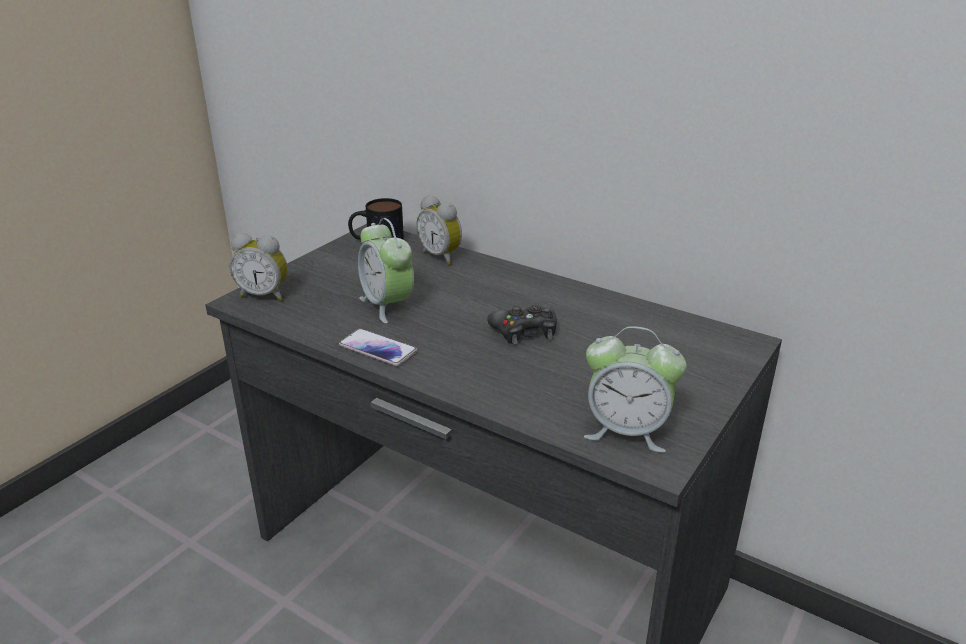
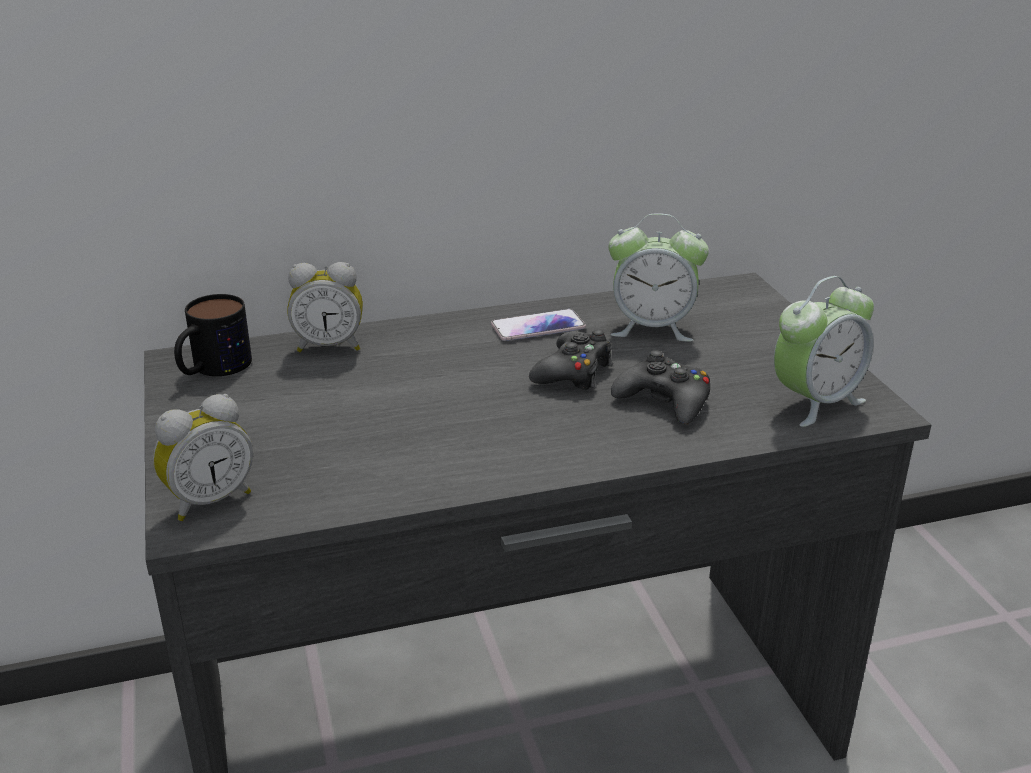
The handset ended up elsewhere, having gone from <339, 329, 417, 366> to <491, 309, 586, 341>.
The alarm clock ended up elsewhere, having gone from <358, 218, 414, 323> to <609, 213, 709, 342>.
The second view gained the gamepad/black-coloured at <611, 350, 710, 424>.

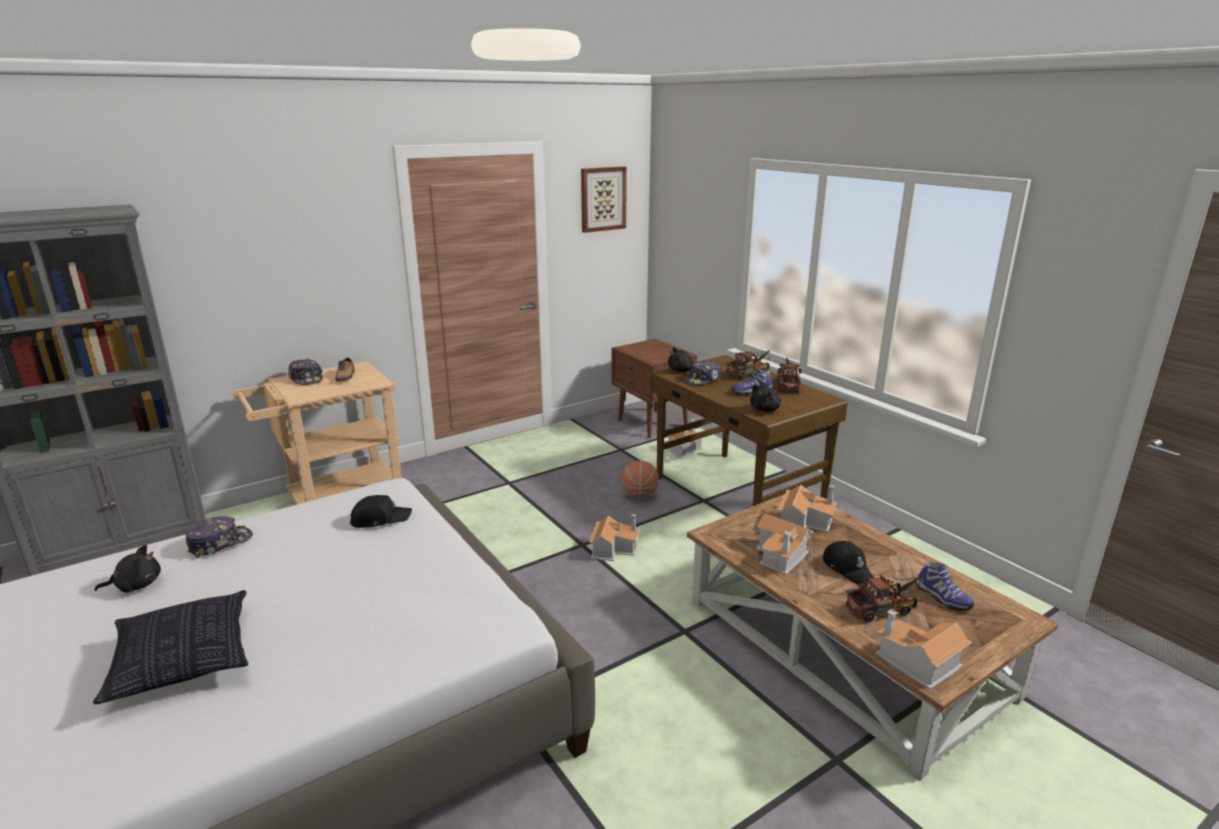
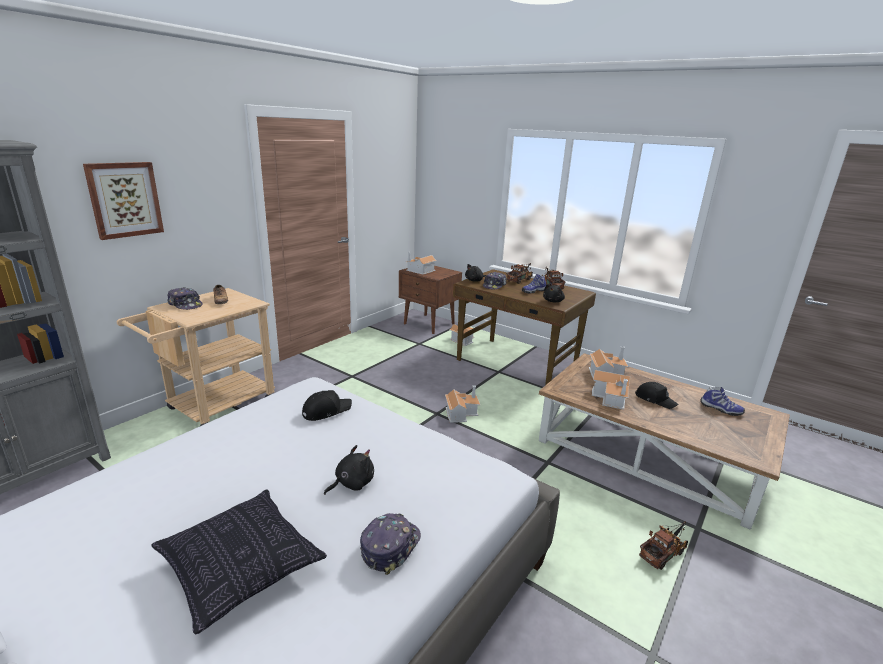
The wall art ended up elsewhere, having gone from <581, 166, 627, 233> to <83, 162, 164, 240>.
The soft toy/black-coloured ended up elsewhere, having gone from <95, 545, 161, 593> to <324, 445, 374, 495>.
The cap ended up elsewhere, having gone from <186, 516, 253, 558> to <360, 513, 421, 575>.
The miniature house ended up elsewhere, having gone from <875, 609, 972, 690> to <405, 251, 437, 275>.
The toy lorry ended up elsewhere, having gone from <846, 574, 921, 623> to <639, 521, 688, 570>.
The second view lost the basketball at <622, 461, 659, 498>.

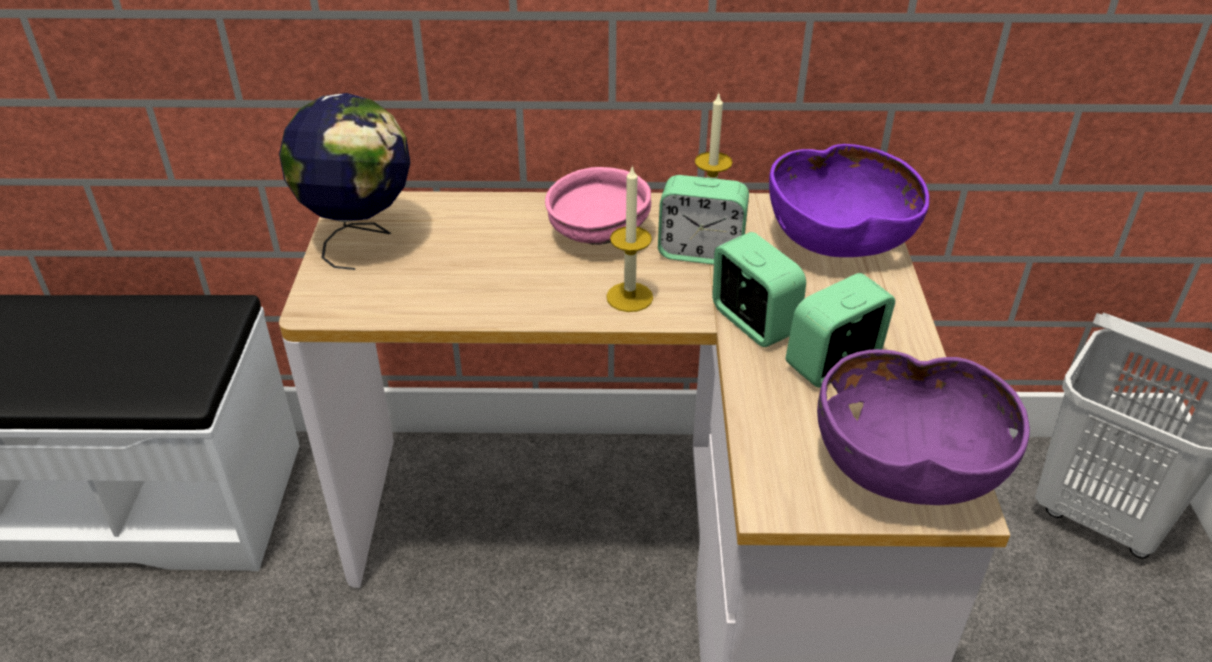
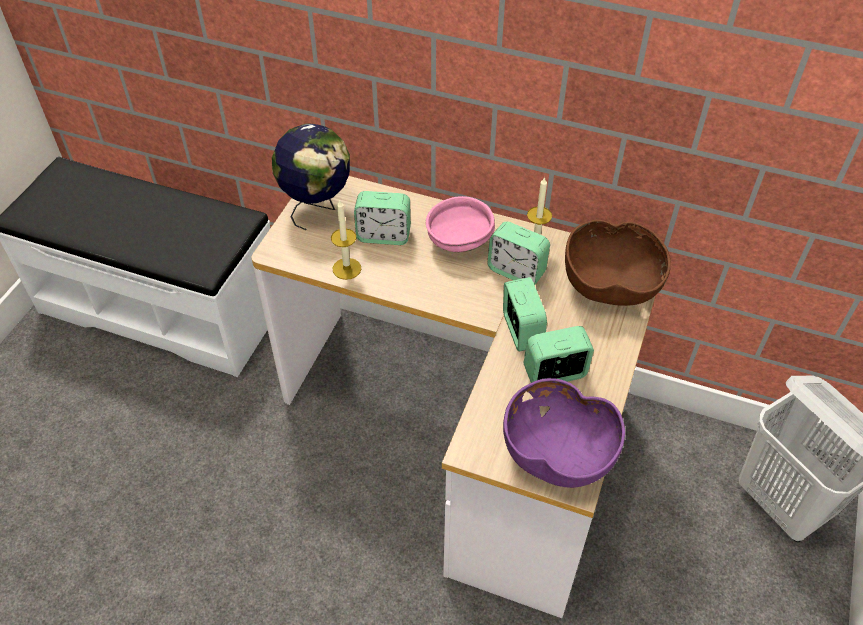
The wax light ended up elsewhere, having gone from <606, 165, 653, 312> to <331, 199, 361, 280>.
The second view gained the alarm clock at <354, 191, 411, 245>.
What was the serving bowl/purple at <769, 144, 929, 257> turned into the serving bowl/brownish at <565, 220, 671, 306>.

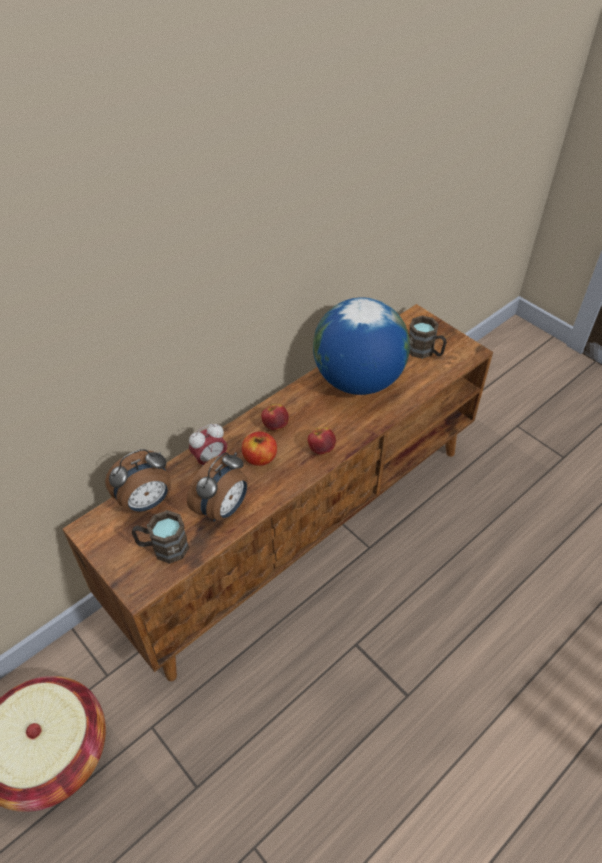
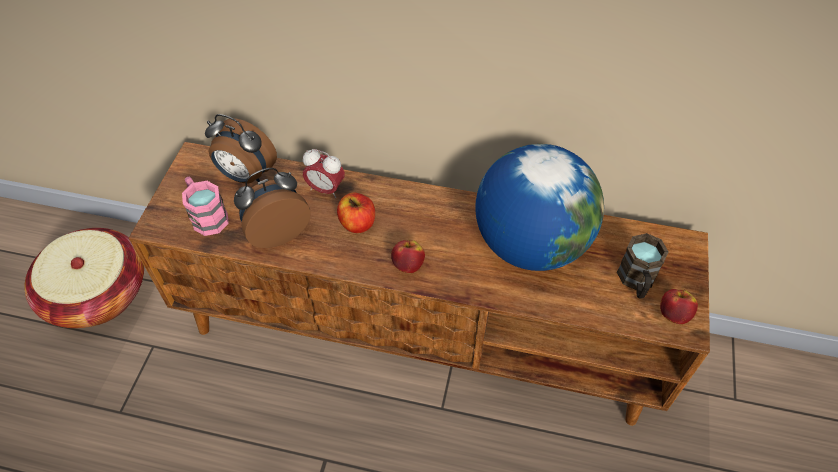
What was the coffee mug/brownish at <132, 510, 189, 564> turned into the coffee mug/pinkish at <182, 177, 229, 236>.
The alarm clock at <187, 452, 248, 522> ended up facing another way, 150 degrees clockwise from before.
The apple ended up elsewhere, having gone from <261, 404, 289, 430> to <660, 289, 698, 324>.

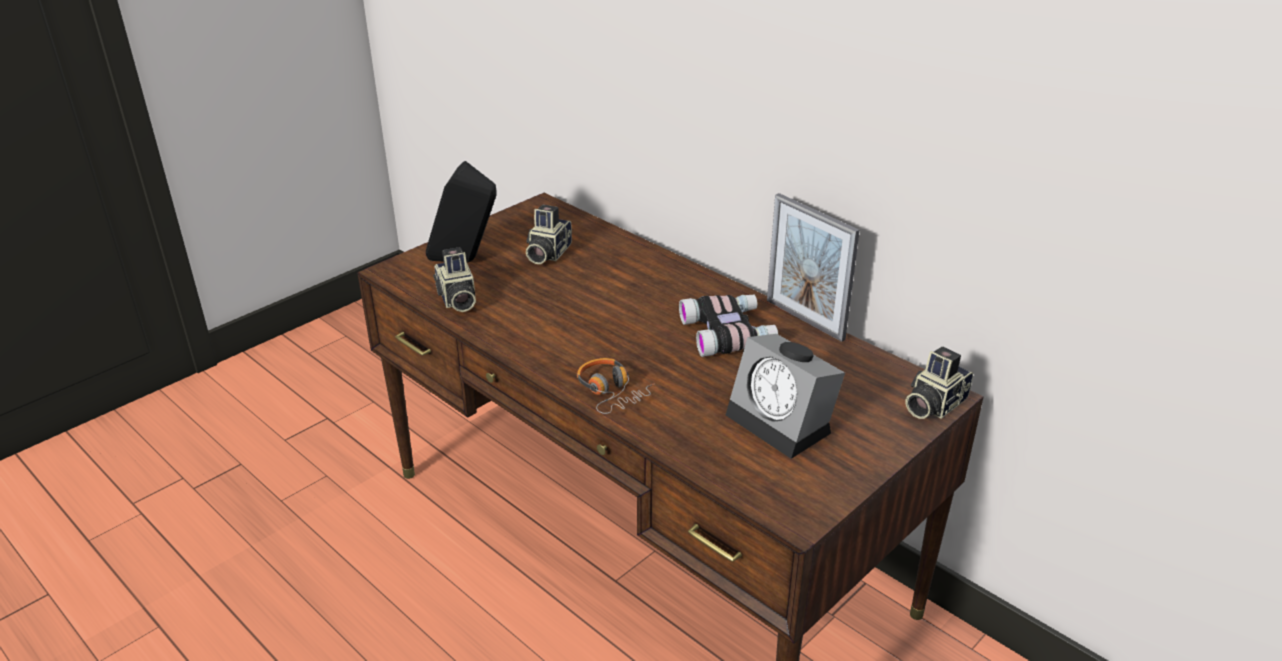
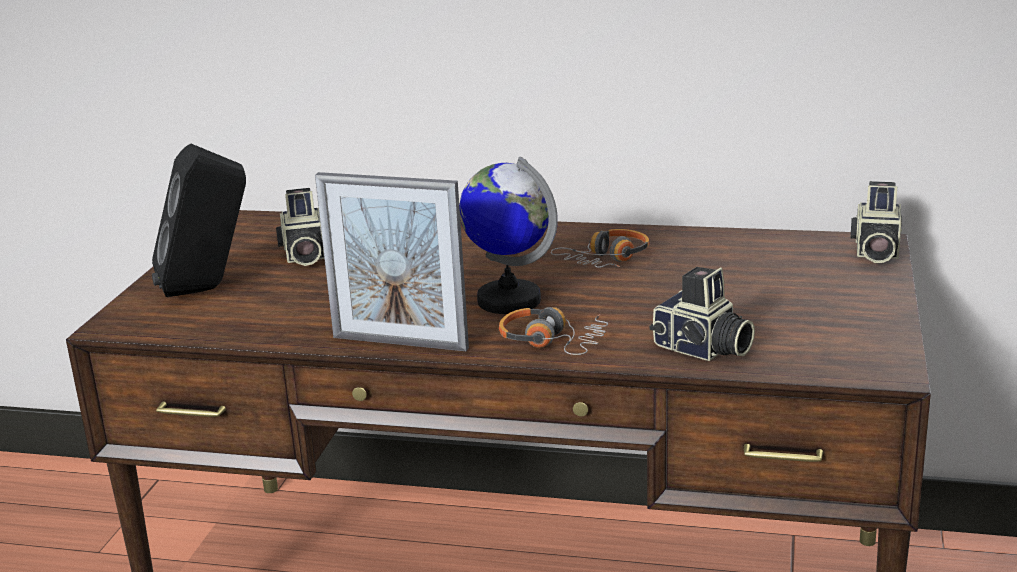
The picture frame ended up elsewhere, having gone from <767, 193, 860, 342> to <315, 172, 469, 351>.
The second view gained the world globe at <459, 157, 558, 314>.
Where the binoculars stood at <679, 295, 778, 357>, the headset came to stand at <551, 229, 650, 268>.
The photo camera ended up elsewhere, having gone from <433, 247, 476, 312> to <649, 267, 755, 361>.
The second view lost the alarm clock at <726, 334, 845, 459>.

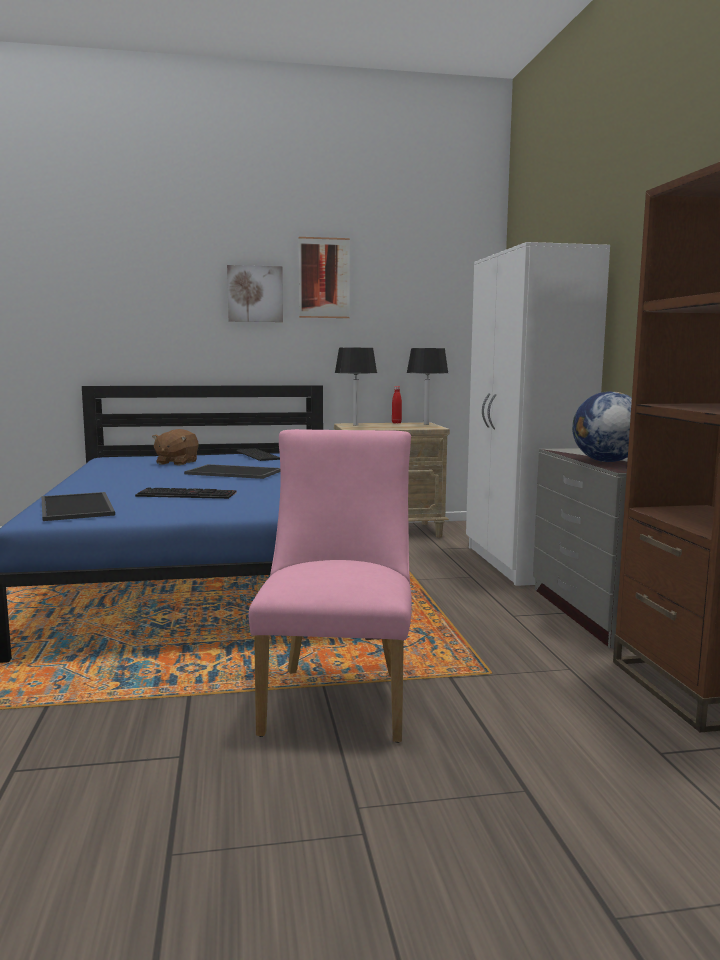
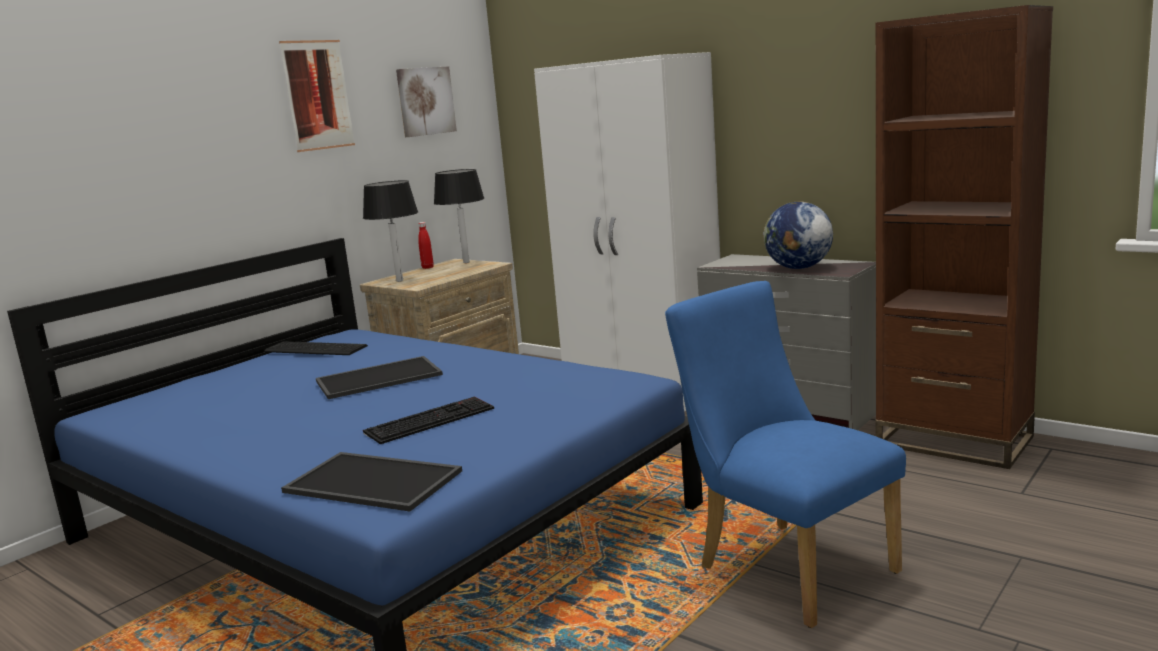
The wall art ended up elsewhere, having gone from <227, 265, 283, 322> to <396, 66, 457, 137>.
What was the chair/pinkish at <248, 429, 412, 743> turned into the chair/bluish at <665, 281, 906, 628>.
The second view lost the soft toy/brownish at <152, 429, 199, 465>.

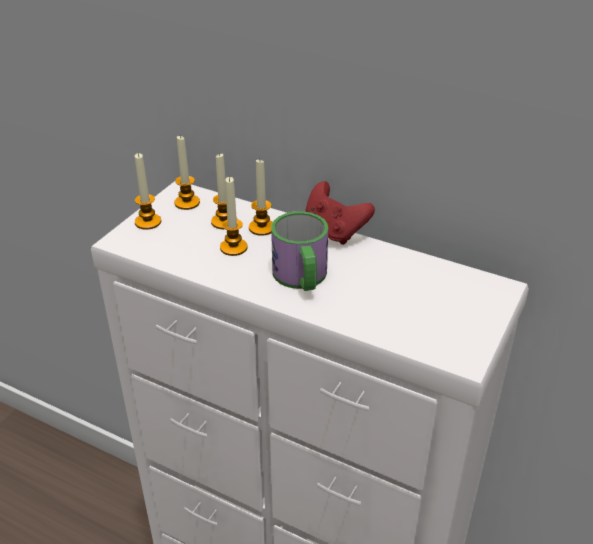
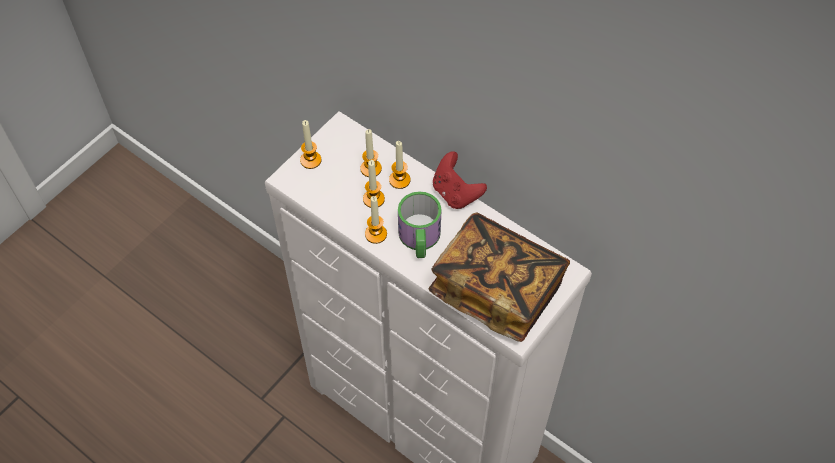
The wax light ended up elsewhere, having gone from <174, 135, 200, 210> to <365, 196, 387, 244>.
The second view gained the volume at <429, 212, 570, 342>.

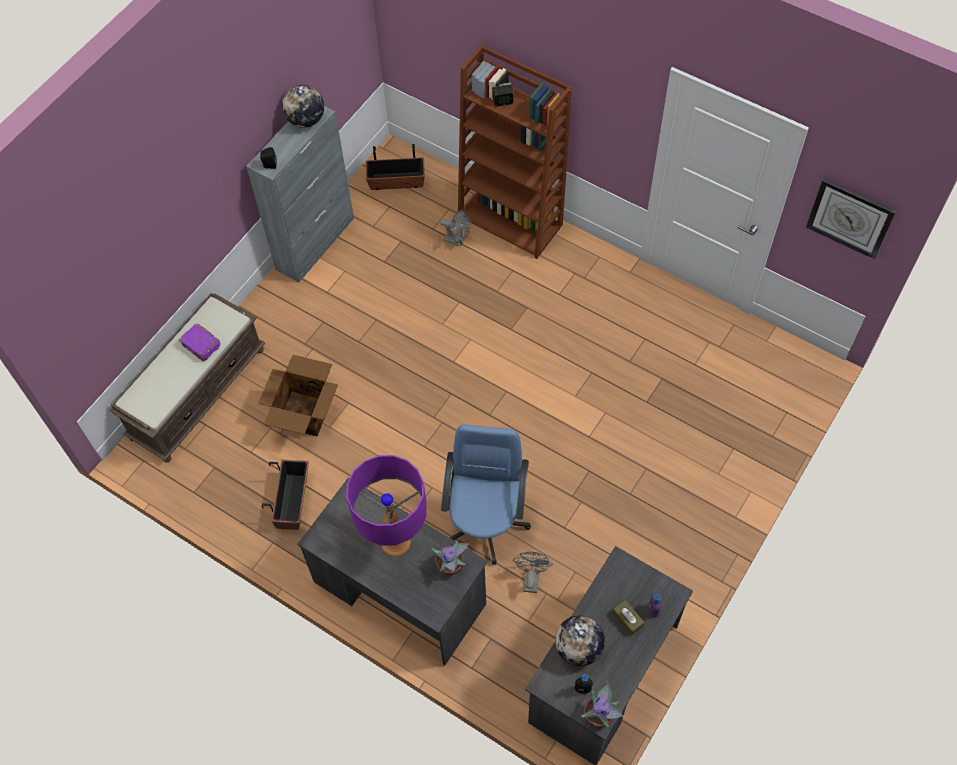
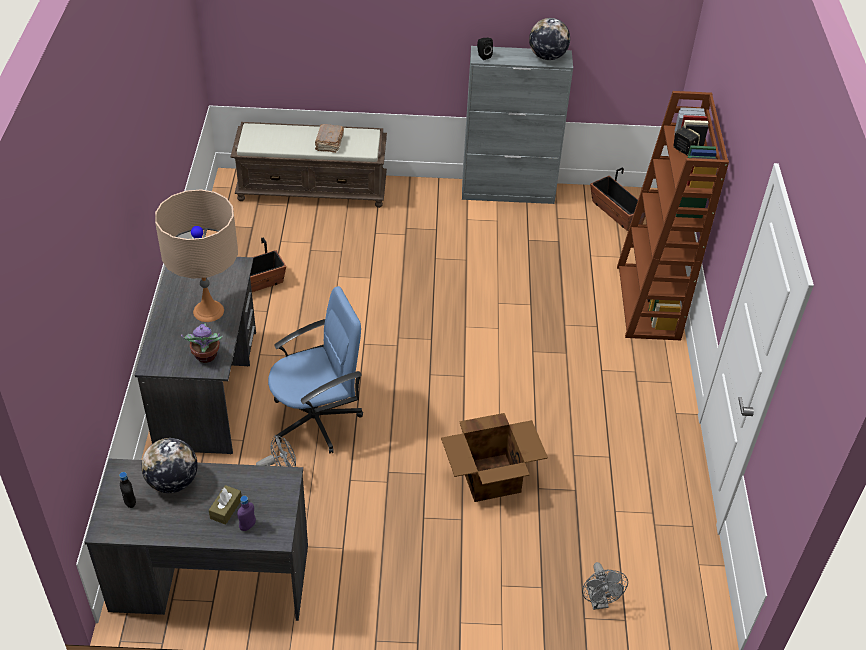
What was the table lamp/purple at <346, 455, 427, 556> turned into the table lamp/beige at <155, 190, 238, 322>.
What was the volume/purple at <179, 324, 220, 362> turned into the volume/brownish at <315, 124, 344, 153>.
The cardboard box ended up elsewhere, having gone from <258, 355, 338, 436> to <441, 413, 548, 502>.
The cooling fan/grey ended up elsewhere, having gone from <440, 209, 471, 246> to <582, 562, 628, 610>.
The second view lost the houseplant at <581, 681, 624, 728>.
The second view lost the hanging clock at <806, 178, 897, 259>.

